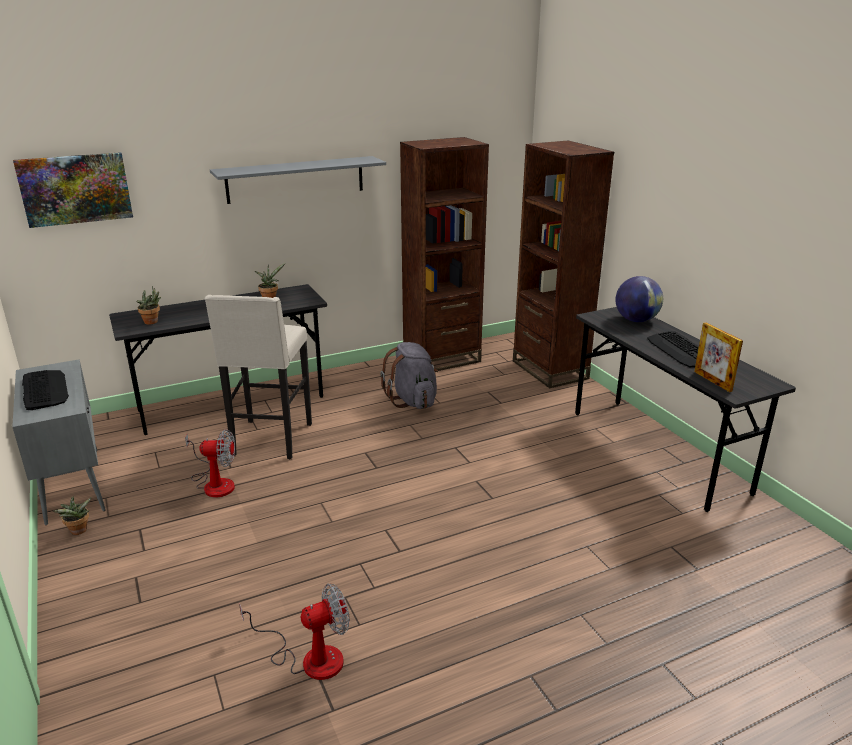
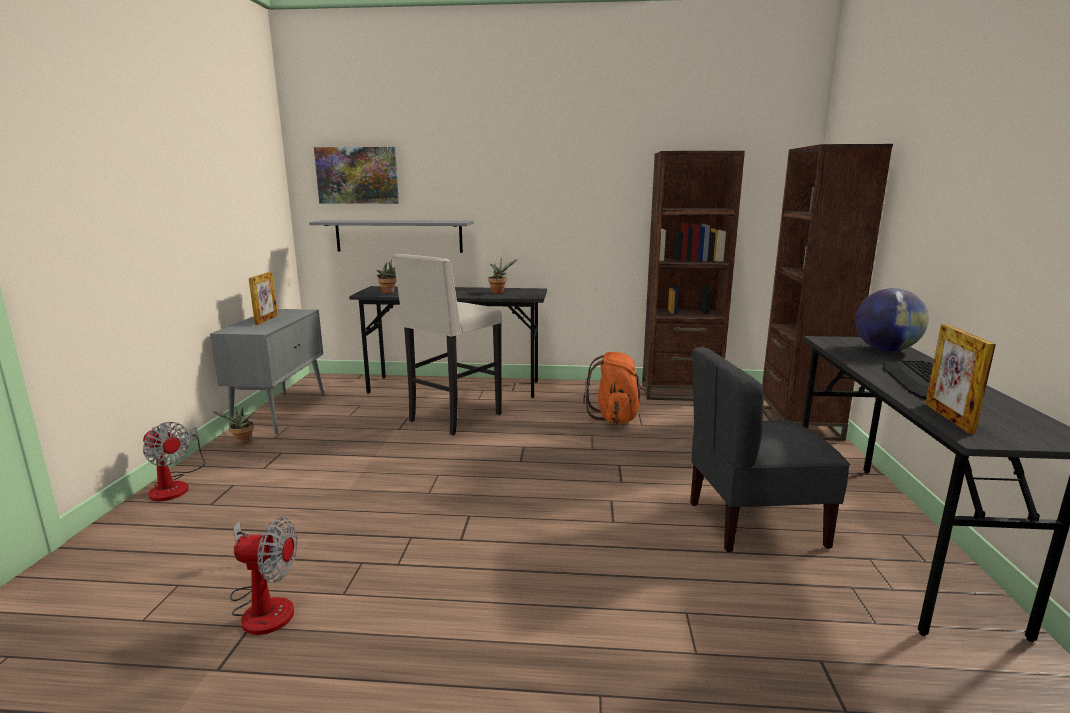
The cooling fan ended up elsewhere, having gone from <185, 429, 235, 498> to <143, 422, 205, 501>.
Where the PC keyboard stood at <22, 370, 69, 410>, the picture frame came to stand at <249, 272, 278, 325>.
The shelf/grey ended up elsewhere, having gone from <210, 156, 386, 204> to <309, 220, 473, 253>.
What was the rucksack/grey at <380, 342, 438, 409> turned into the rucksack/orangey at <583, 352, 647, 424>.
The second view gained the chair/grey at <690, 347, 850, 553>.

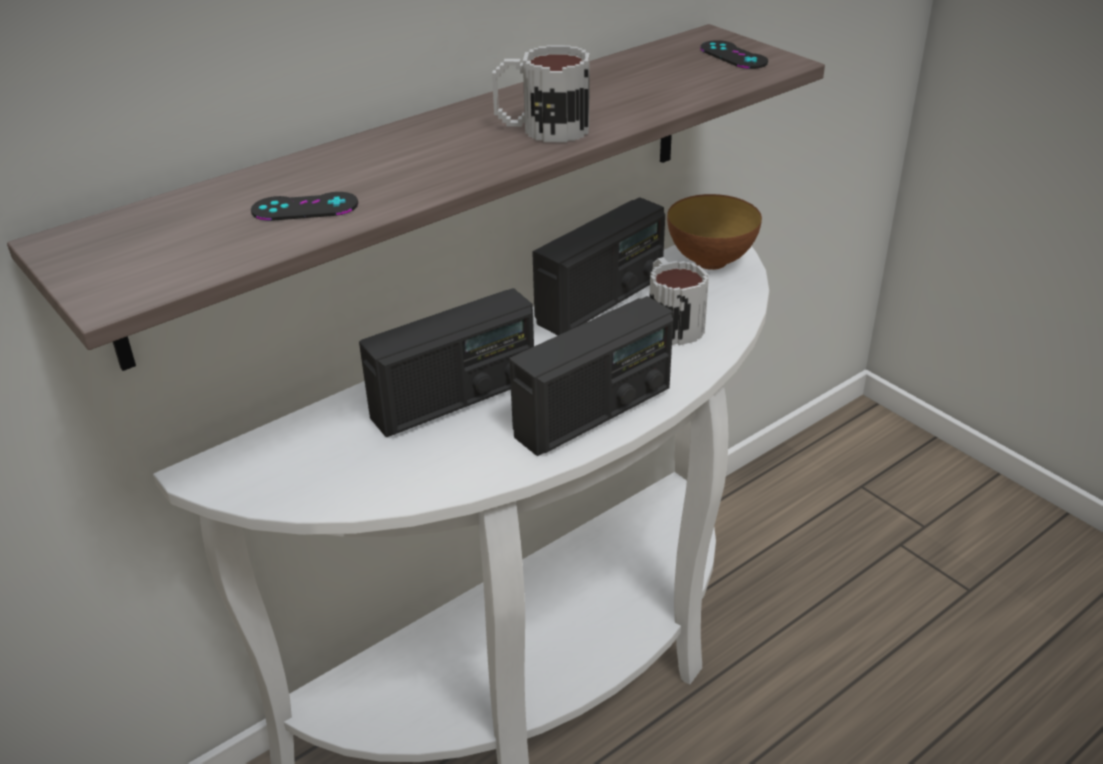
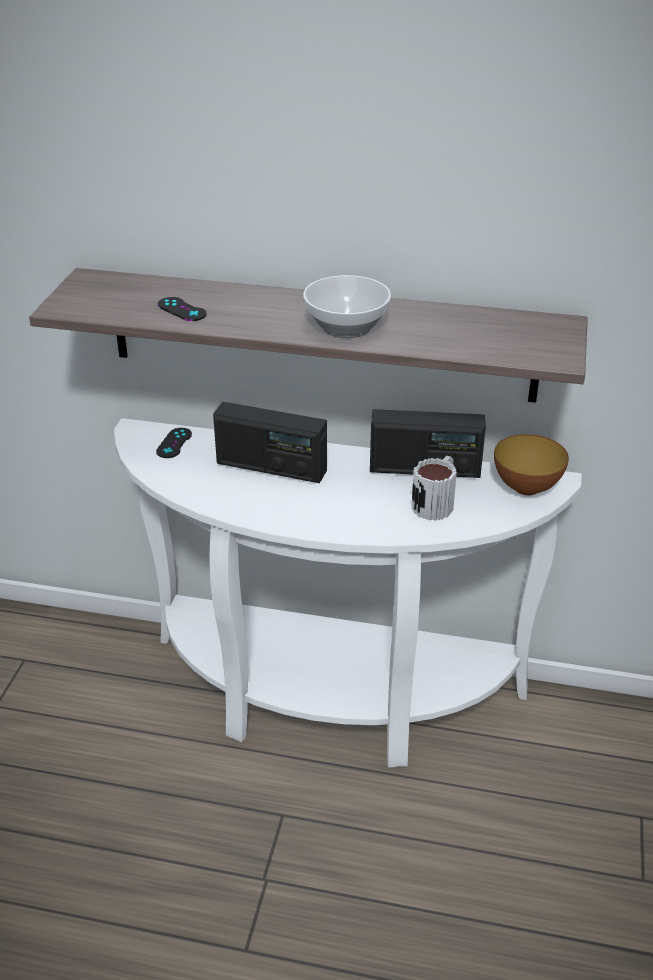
The gamepad/black-coloured ended up elsewhere, having gone from <700, 40, 768, 69> to <156, 428, 192, 458>.
Where the coffee mug stood at <492, 45, 589, 143>, the serving bowl came to stand at <303, 275, 391, 338>.
The second view lost the radio set at <509, 296, 673, 456>.

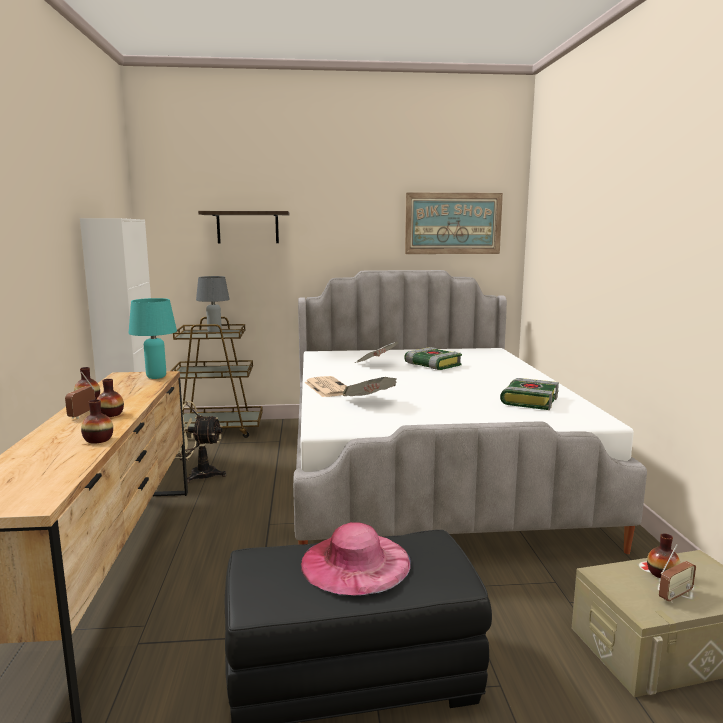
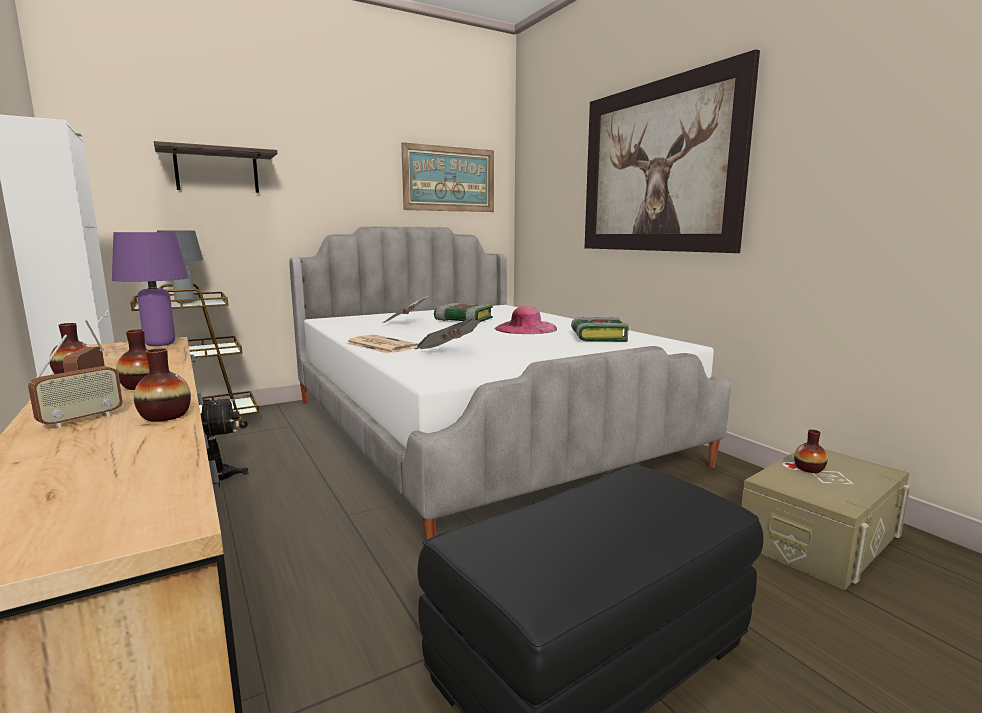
The radio set ended up elsewhere, having gone from <659, 543, 696, 603> to <28, 334, 123, 428>.
What was the table lamp/blue-green at <128, 298, 177, 379> turned into the table lamp/purple at <112, 232, 189, 346>.
The clothing hat/pinkish ended up elsewhere, having gone from <301, 522, 411, 595> to <494, 306, 557, 334>.
The second view gained the wall art at <585, 49, 760, 253>.

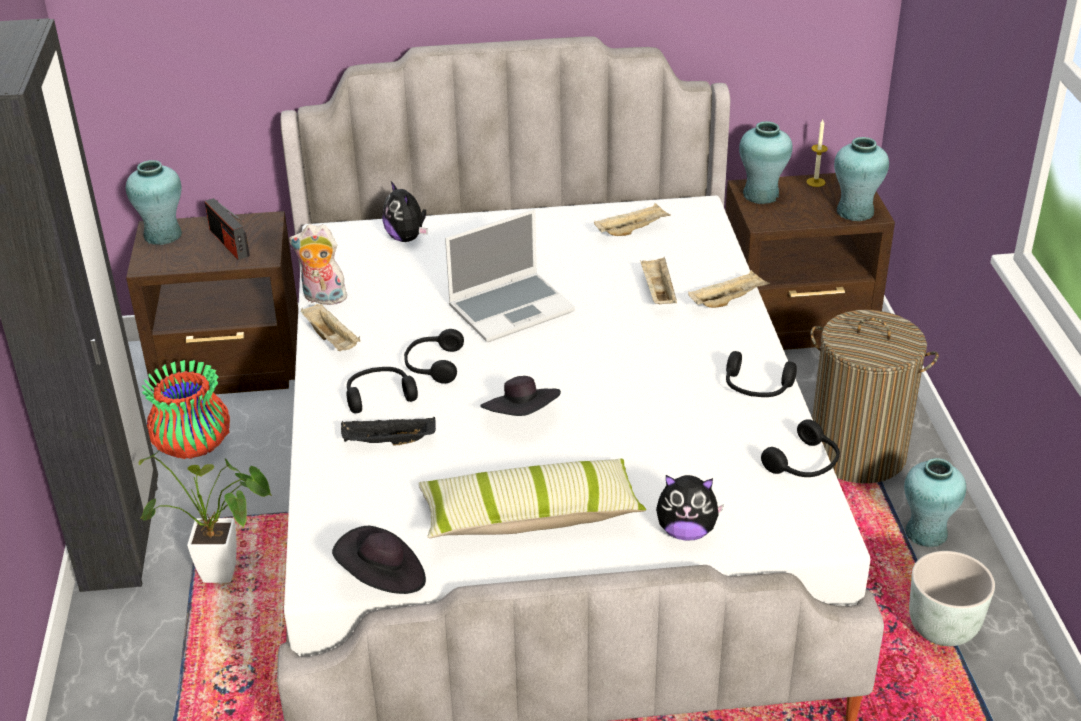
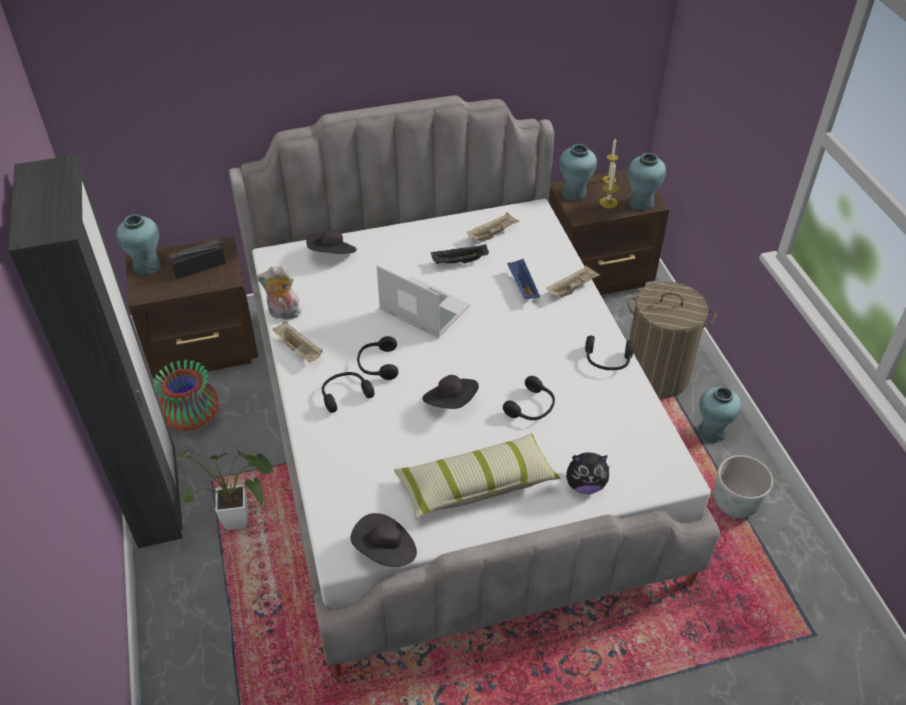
The radio set at <205, 198, 250, 260> ended up facing another way, 105 degrees clockwise from before.
Where the soft toy stood at <382, 181, 428, 242>, the clothing hat/black-coloured came to stand at <306, 230, 357, 254>.
The laptop at <445, 209, 575, 342> ended up facing another way, 105 degrees counterclockwise from before.
The serving tray/black-coloured ended up elsewhere, having gone from <341, 416, 436, 445> to <431, 244, 489, 264>.
The headset/black-coloured ended up elsewhere, having gone from <761, 419, 840, 477> to <503, 376, 555, 420>.
What was the serving tray/beige at <640, 256, 677, 304> turned into the serving tray/bluish at <507, 259, 540, 299>.
The second view gained the wax light at <600, 162, 618, 208>.

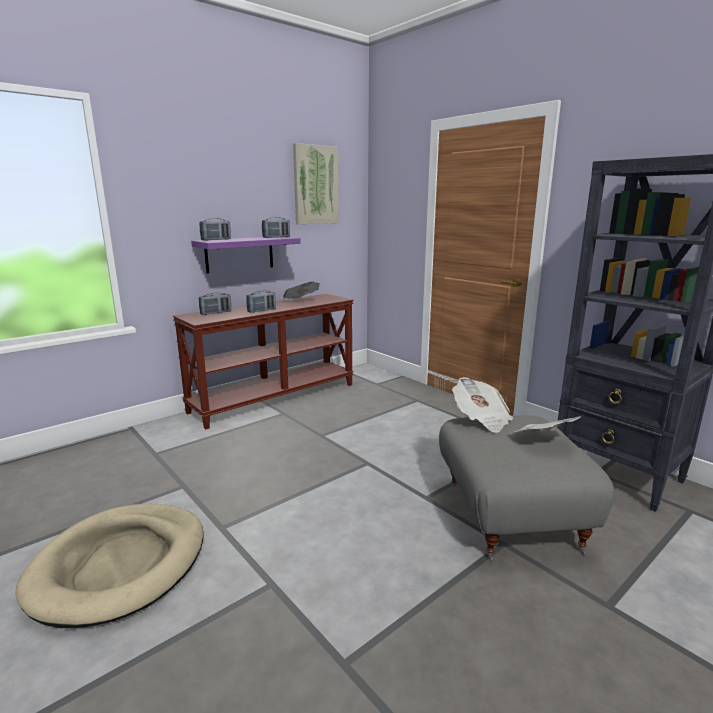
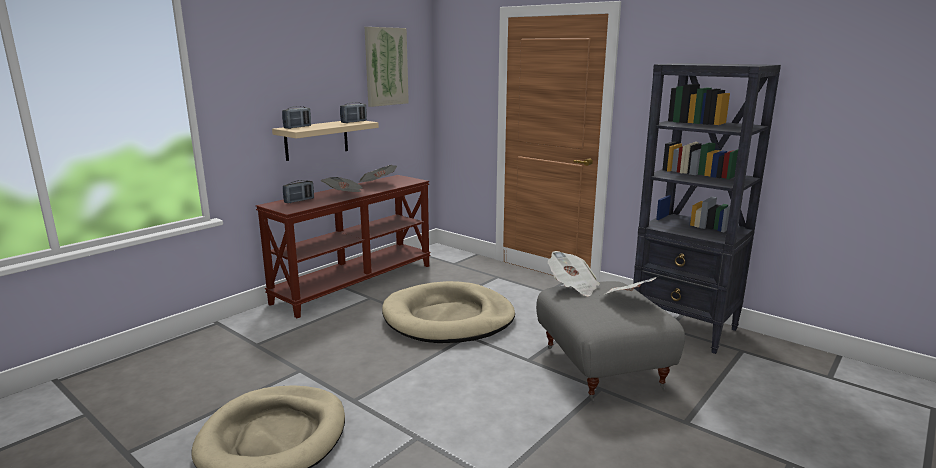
What was the shelf/purple at <191, 237, 301, 273> turned into the shelf/beige at <272, 121, 379, 161>.
Where the radio set stood at <246, 291, 276, 313>, the printed paper came to stand at <321, 177, 362, 192>.
The second view gained the dog cushion/beige at <382, 281, 515, 343>.

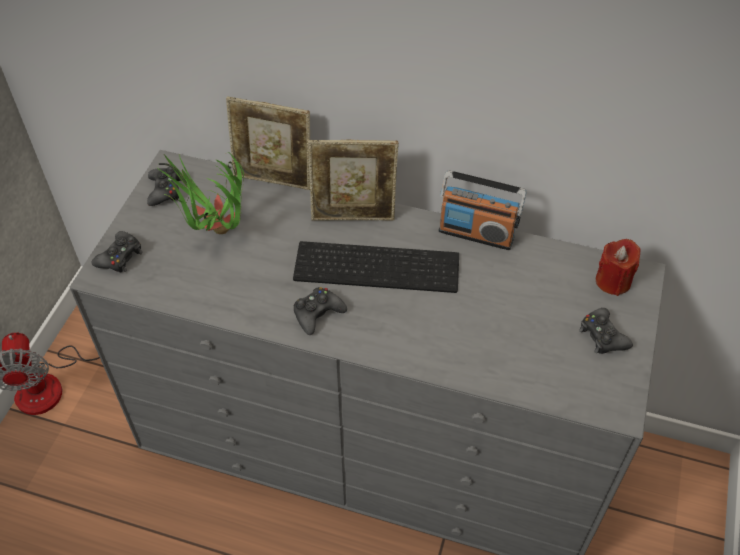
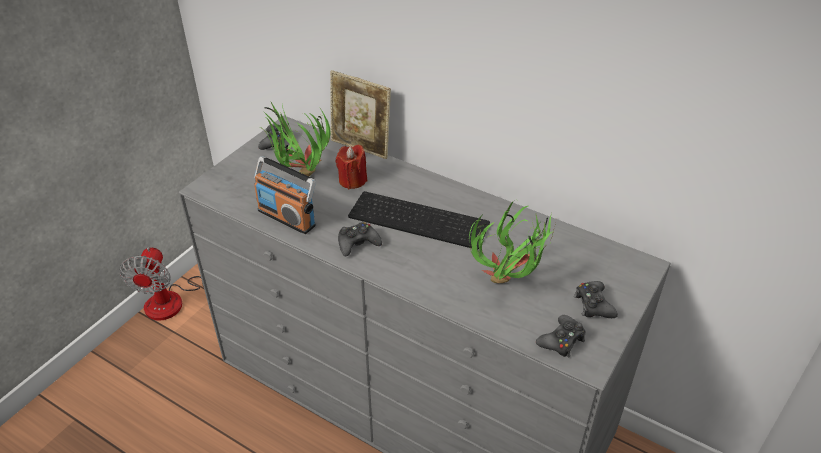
The radio set ended up elsewhere, having gone from <439, 170, 527, 250> to <254, 156, 316, 234>.
The wax light/red-coloured ended up elsewhere, having gone from <596, 239, 641, 296> to <336, 145, 367, 189>.
The second view gained the houseplant at <469, 200, 556, 283>.
The gamepad/black-coloured ended up elsewhere, having gone from <91, 231, 143, 272> to <536, 315, 586, 357>.
The second view lost the picture frame at <308, 139, 399, 221>.

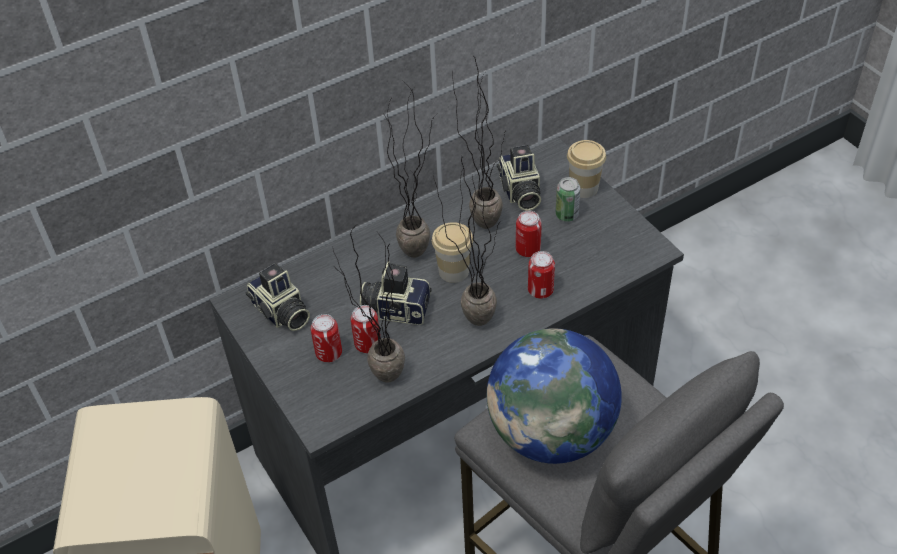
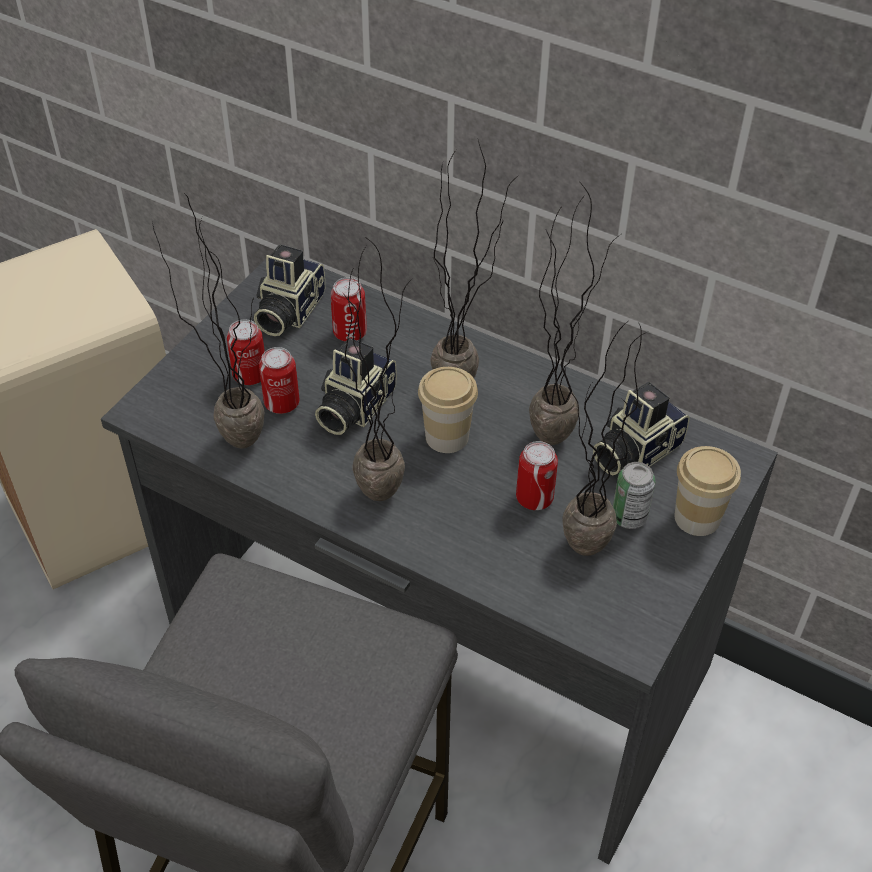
The photo camera at <360, 261, 432, 325> ended up facing another way, 135 degrees counterclockwise from before.
The metal can ended up elsewhere, having gone from <528, 251, 555, 299> to <331, 277, 367, 342>.
The second view gained the houseplant at <562, 322, 645, 556>.
The second view lost the world globe at <487, 329, 622, 464>.

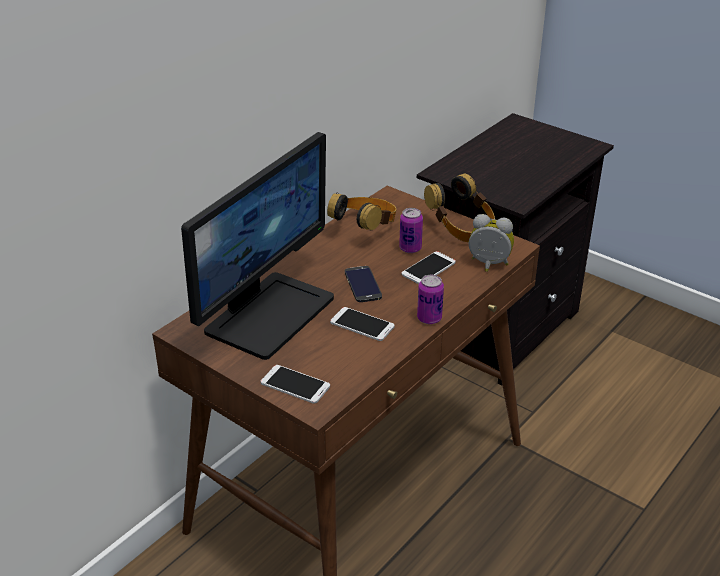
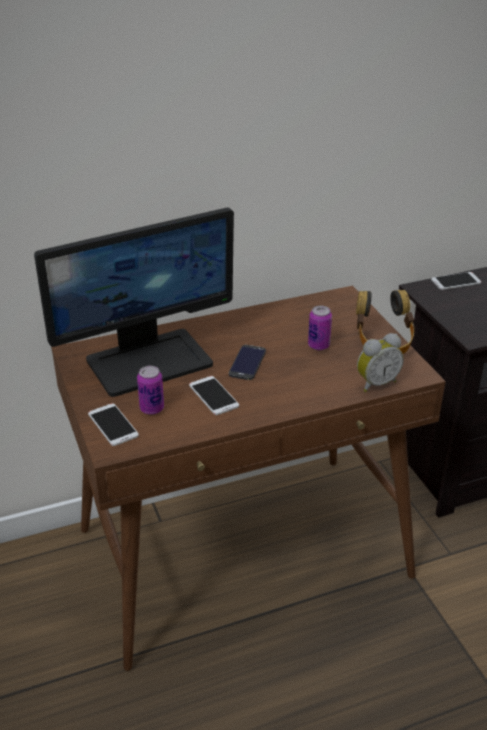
The metal can ended up elsewhere, having gone from <417, 275, 444, 324> to <137, 366, 164, 415>.
The alarm clock at <469, 214, 514, 272> ended up facing another way, 105 degrees clockwise from before.
The handset ended up elsewhere, having gone from <401, 251, 456, 284> to <431, 272, 481, 290>.
The second view lost the headset at <327, 193, 397, 231>.

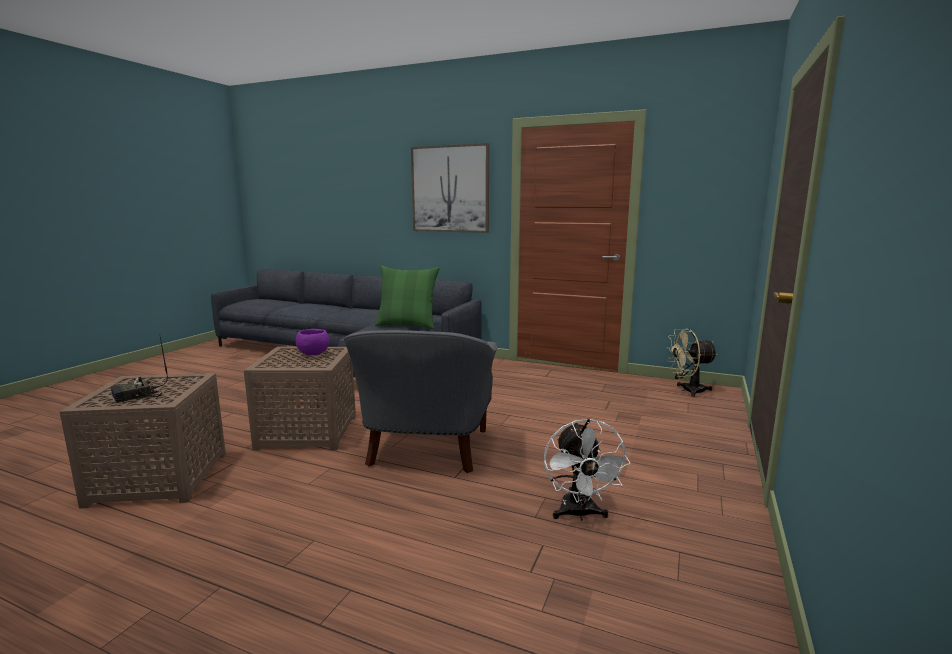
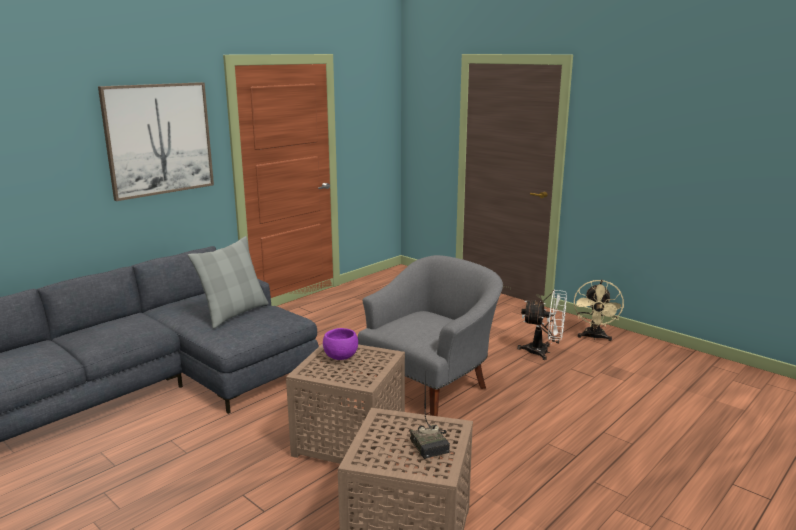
What was the cushion/greenish at <375, 266, 440, 329> turned into the cushion/grey at <188, 236, 269, 328>.
The easy chair/grey at <344, 330, 498, 473> ended up facing another way, 75 degrees counterclockwise from before.
The cooling fan/beige ended up elsewhere, having gone from <666, 328, 718, 397> to <574, 280, 624, 341>.

